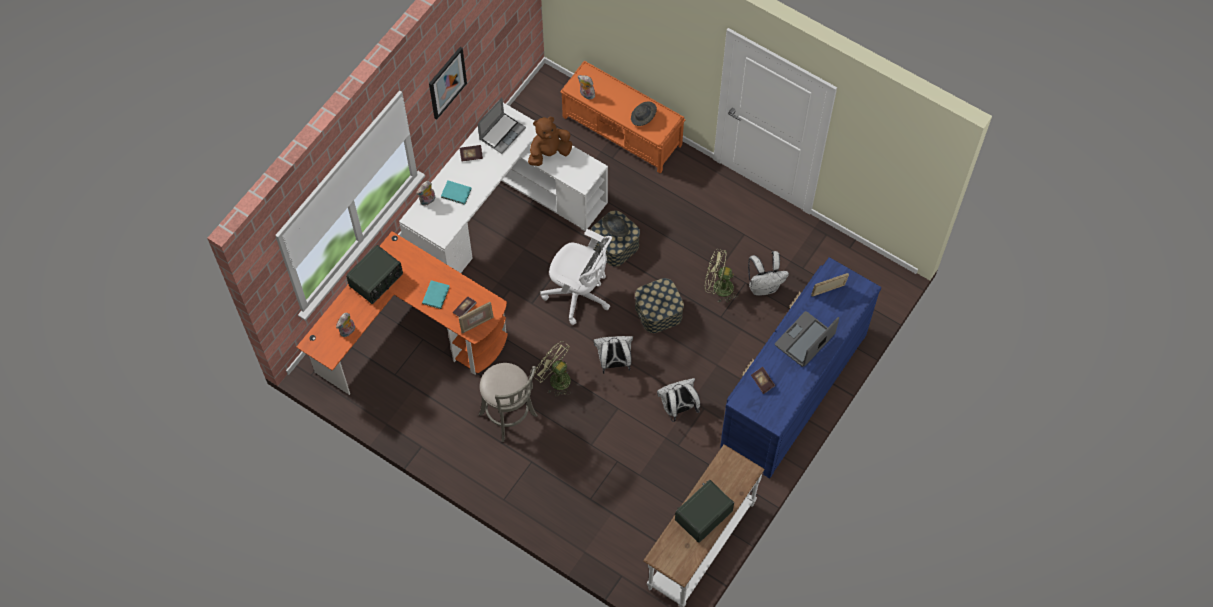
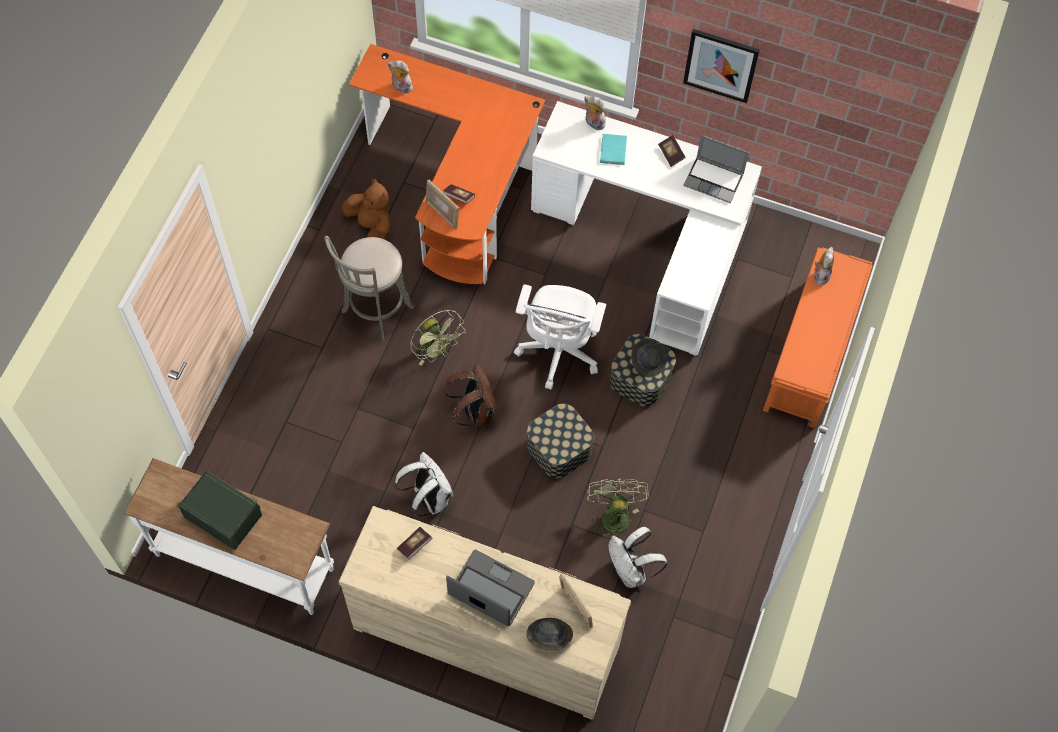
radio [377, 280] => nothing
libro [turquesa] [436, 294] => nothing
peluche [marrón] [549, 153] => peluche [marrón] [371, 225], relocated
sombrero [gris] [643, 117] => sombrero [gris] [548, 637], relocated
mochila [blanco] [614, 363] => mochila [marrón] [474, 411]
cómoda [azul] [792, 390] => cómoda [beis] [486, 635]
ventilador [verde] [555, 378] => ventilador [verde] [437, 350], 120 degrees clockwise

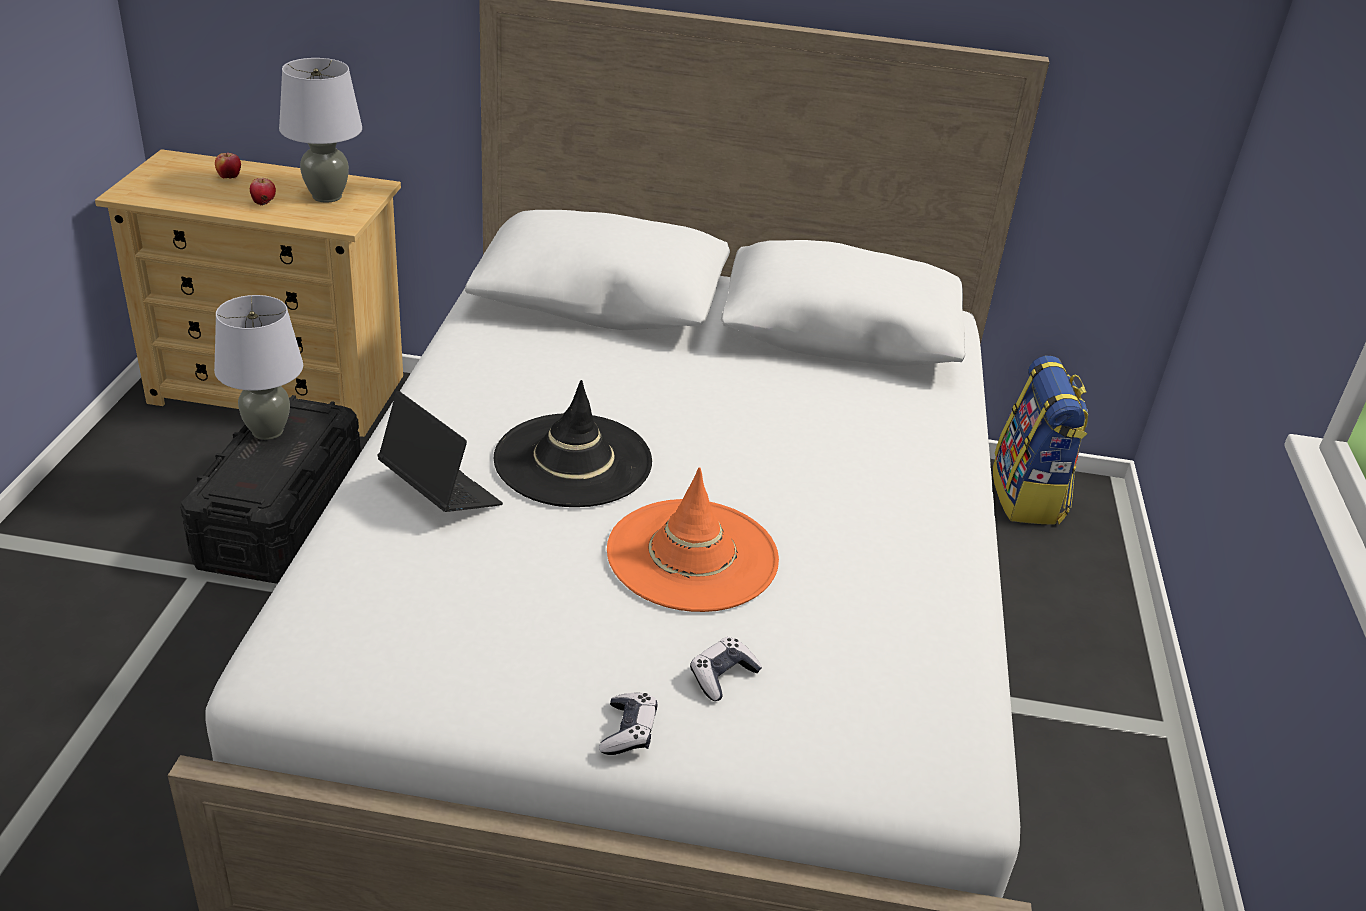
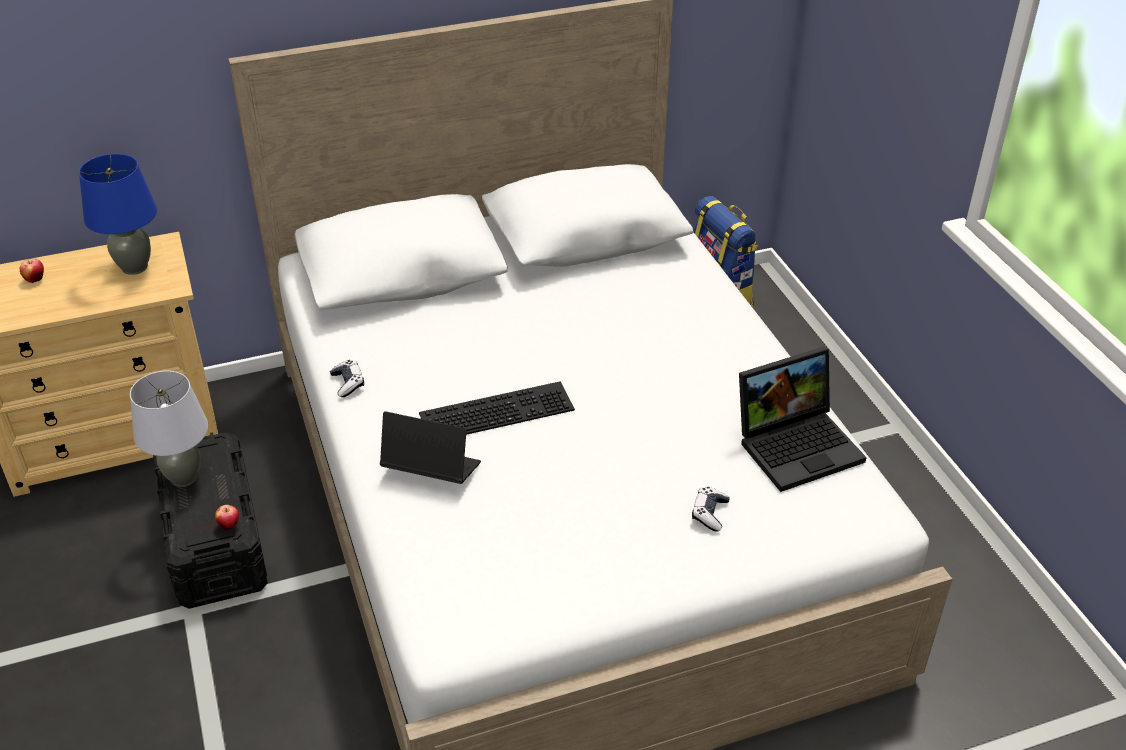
sombrero [naranja] [692, 555] => nothing
nothing => portátil [798, 444]
manzana [264, 203] => manzana [229, 525], relocated
mando de consola [628, 732] => mando de consola [348, 383], relocated
sombrero [negro] [573, 461] => teclado [497, 409]
lámpara de mesa [gris] [327, 197] => lámpara de mesa [azul] [135, 267]

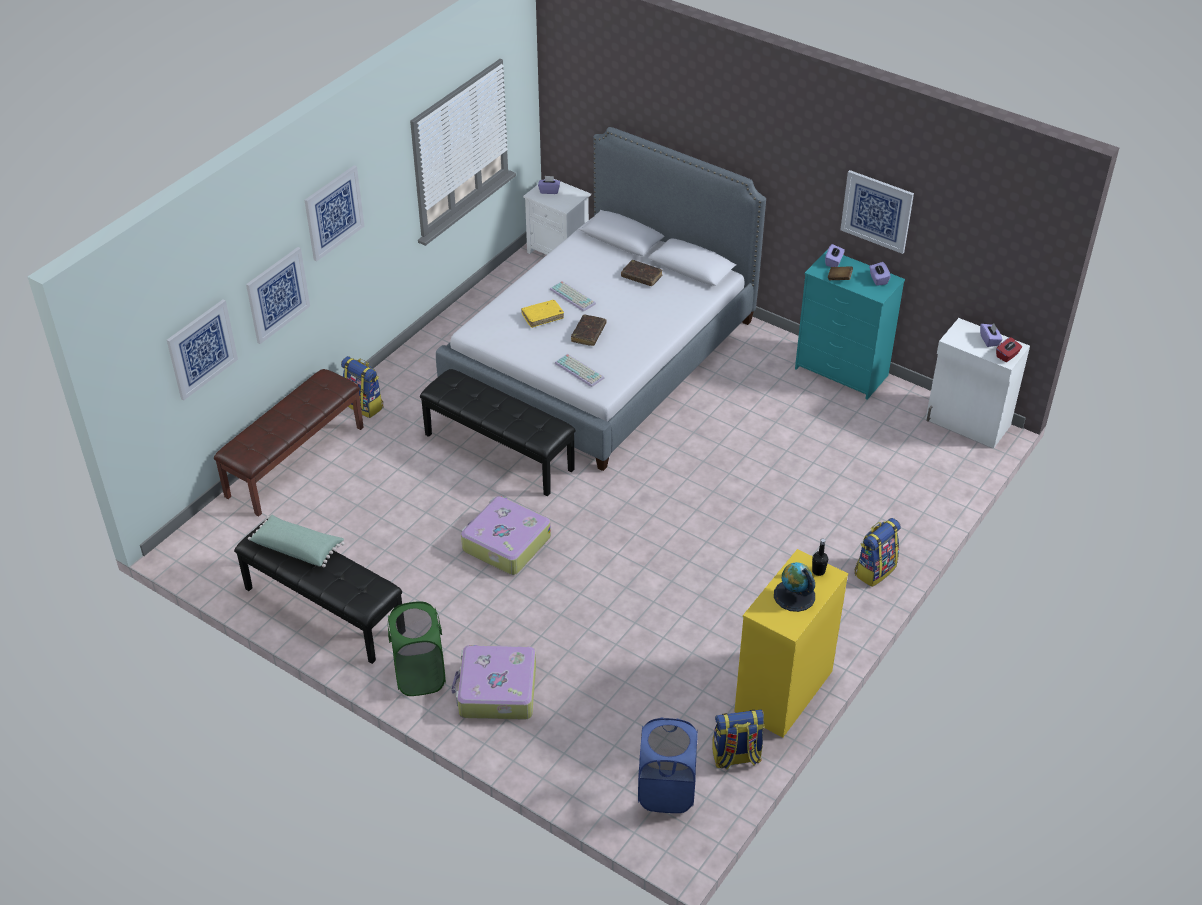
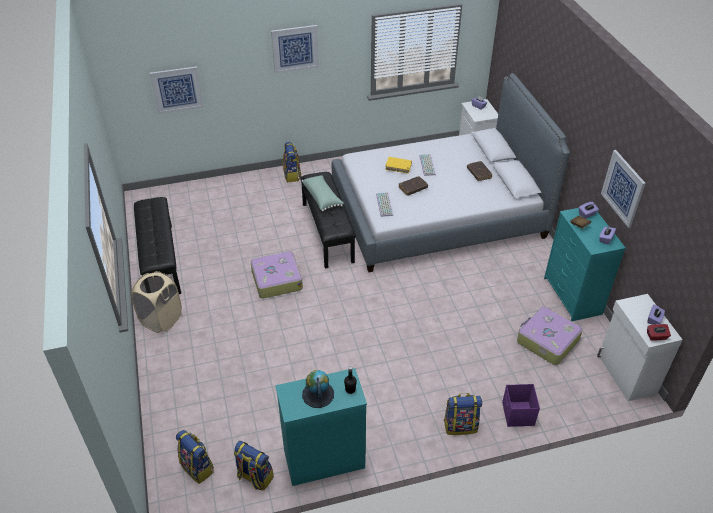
banco [marrón] [295, 461] => nothing
cuadro [277, 294] => nothing
nothing => caja de almacenaje [morado] [518, 414]
cojín [verde] [298, 547] => cojín [verde] [322, 197], relocated
maleta [496, 691] => maleta [546, 341], relocated
cesto de la ropa [azul] [666, 791] => mochila [197, 468]
cesto de la ropa [verde] [420, 675] => cesto de la ropa [beis] [161, 319]
cómoda [amarillo] [783, 692] => cómoda [turquesa] [323, 459]

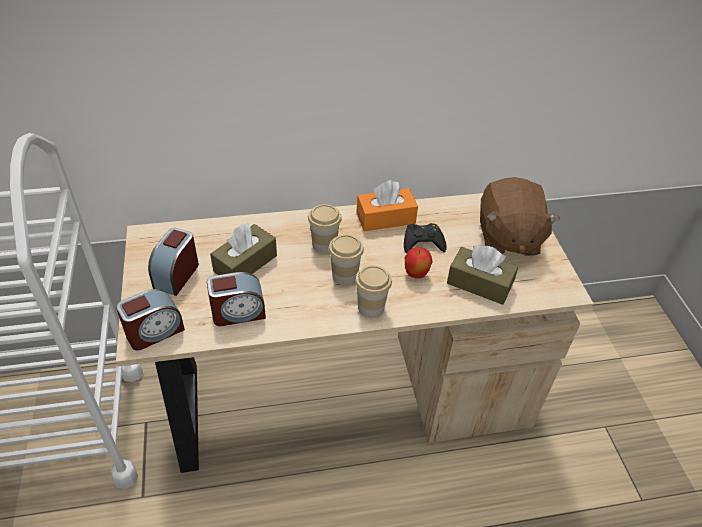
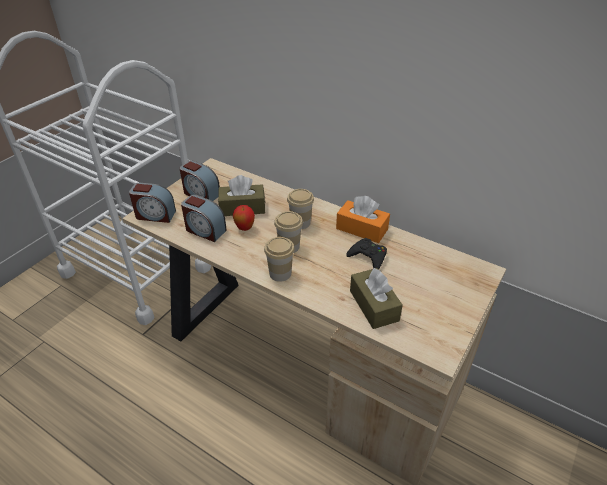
peluche [marrón] [507, 238] => nothing
manzana [416, 274] => manzana [244, 228], relocated
despertador [177, 275] => despertador [201, 194], 120 degrees counterclockwise

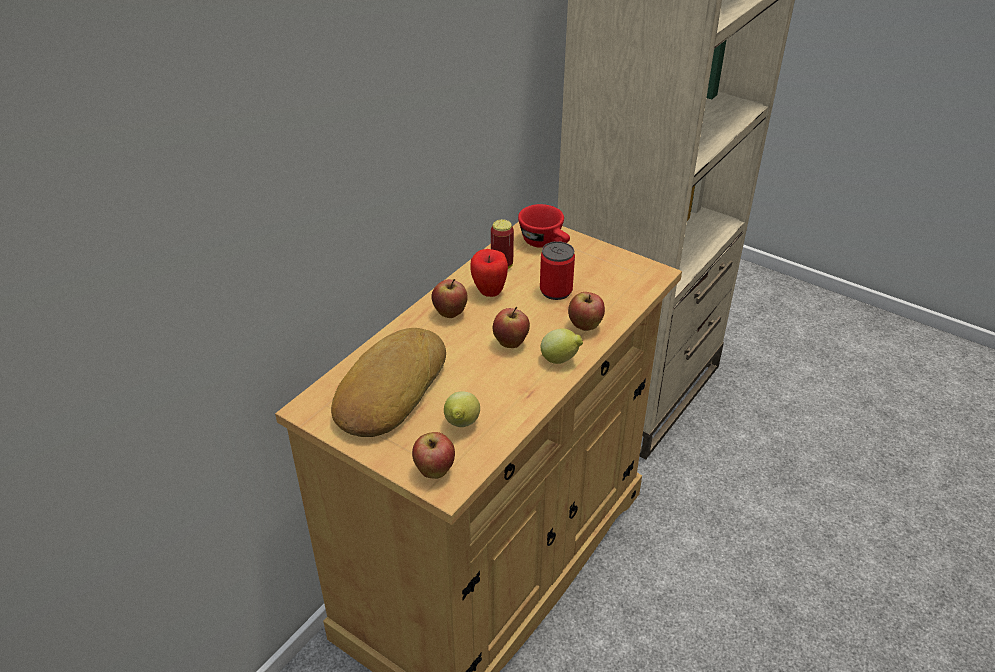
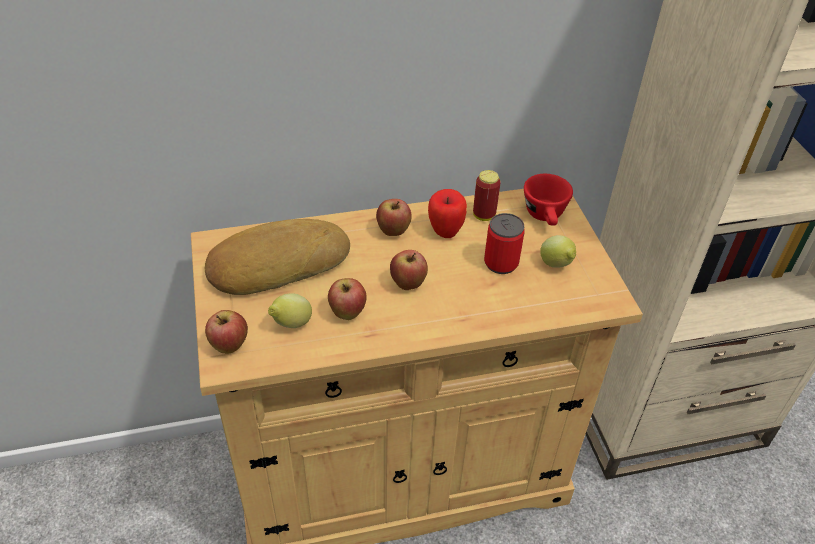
limón [560, 360] => limón [556, 265], relocated
manzana [585, 326] => manzana [347, 313], relocated

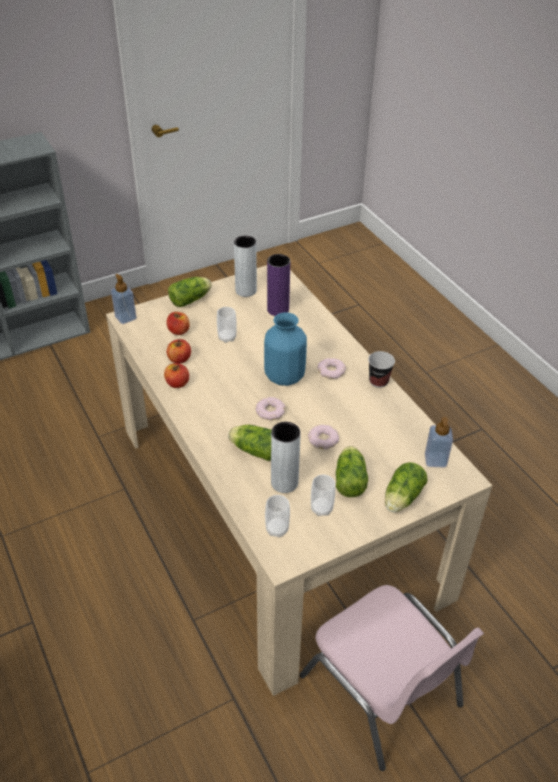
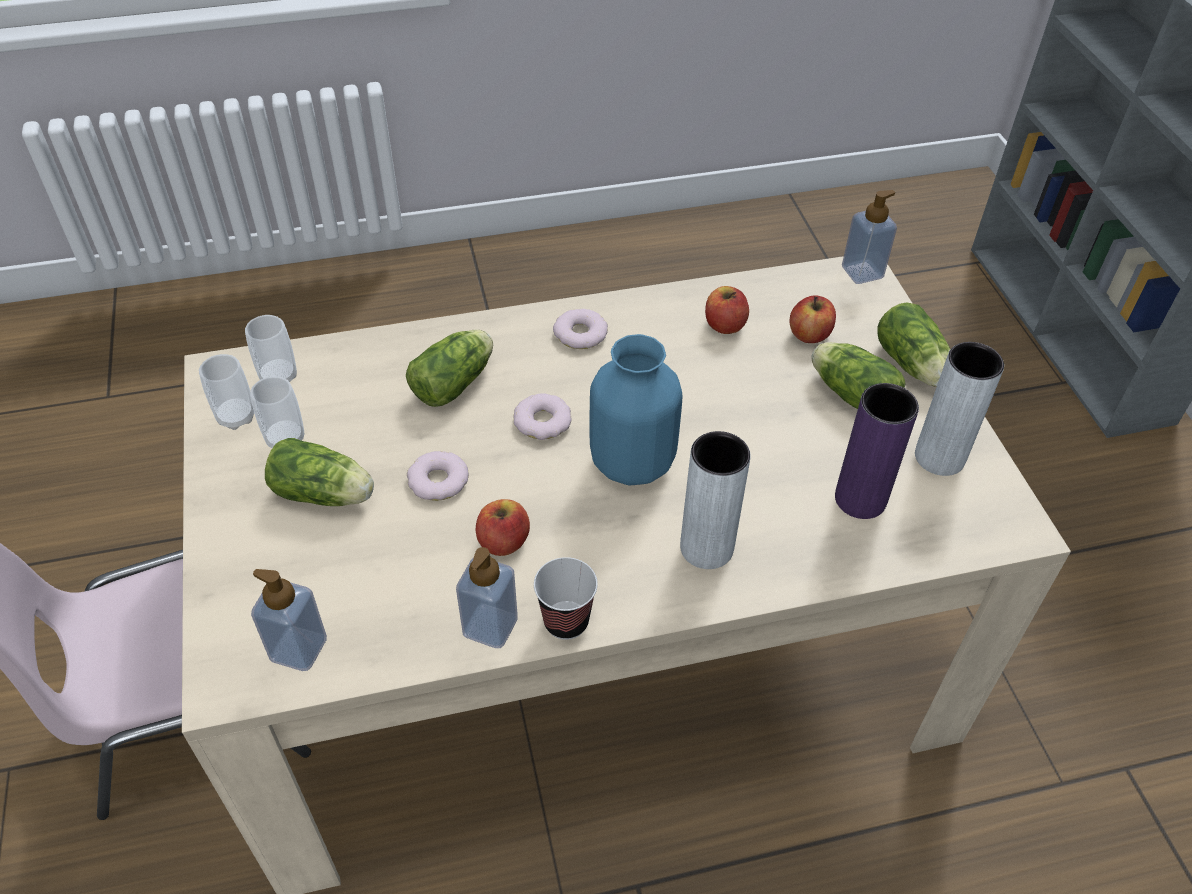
nothing => dispensador de jabón [490, 626]
manzana [177, 383] => manzana [503, 541], relocated
taza [227, 337] => taza [236, 417], relocated
florero [gris] [284, 482] => florero [gris] [706, 548], relocated
rosquilla [331, 371] => rosquilla [580, 334], relocated
lechuga [401, 498] => lechuga [850, 394], relocated

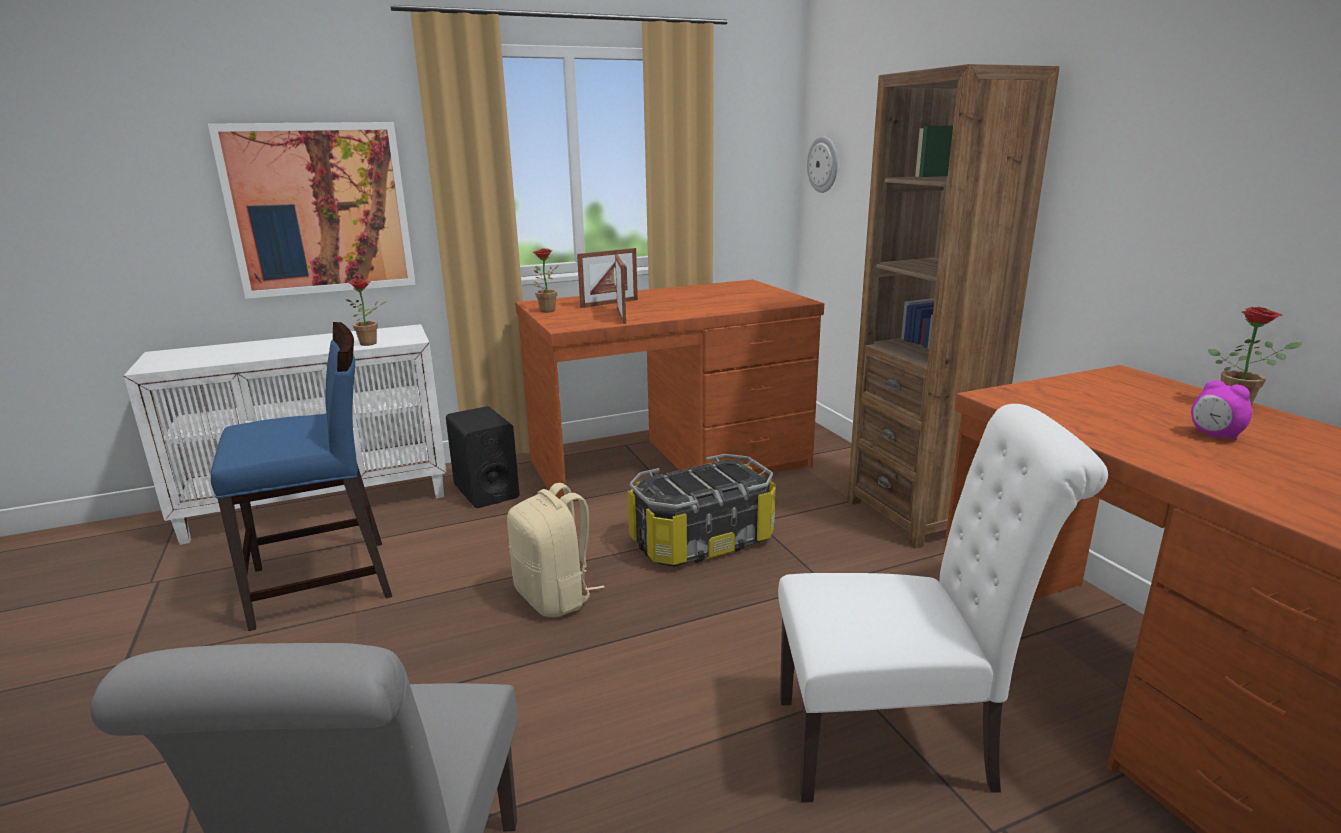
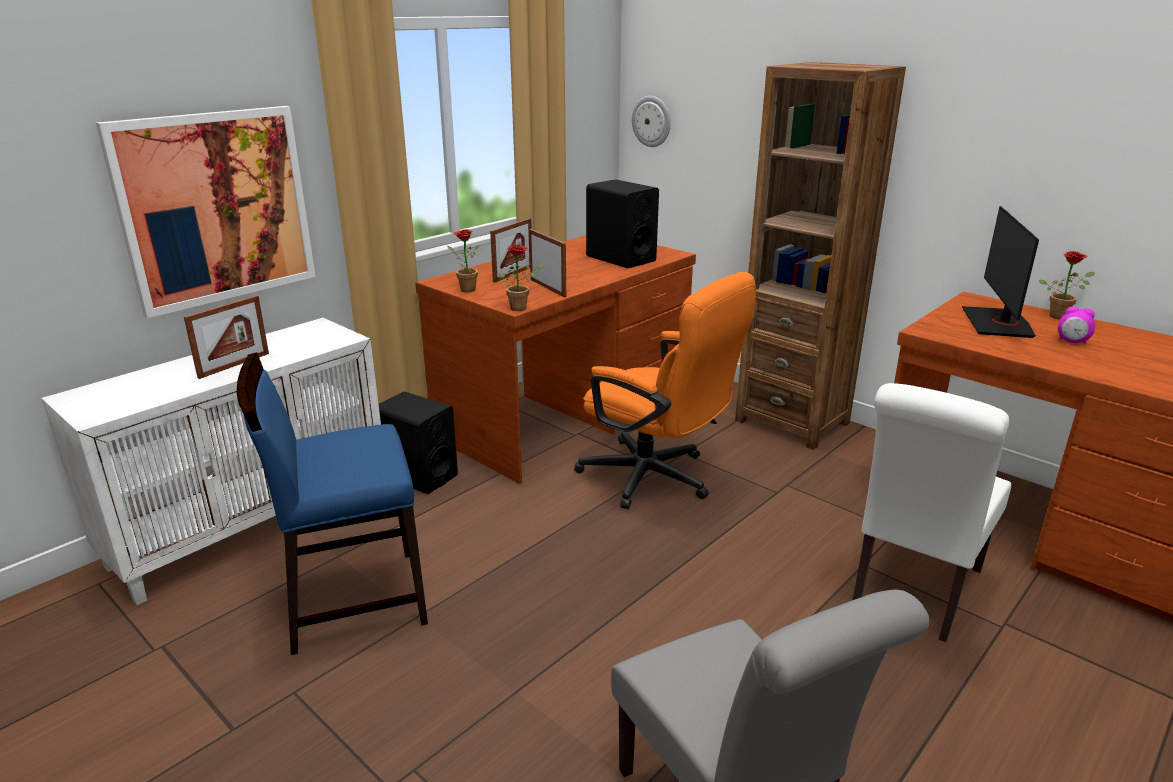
mochila [beis] [555, 597] => nothing
nothing => portarretratos [234, 365]
nothing => altavoz [negro] [620, 258]
nothing => monitor [998, 323]
planta en maceta [372, 343] => planta en maceta [521, 307], relocated
caja de almacenaje [702, 541] => silla de oficina [naranja] [656, 479]
silla [azul] [323, 582] => silla [azul] [353, 599], 150 degrees counterclockwise
silla [blanco] [897, 744] => silla [blanco] [912, 591], 150 degrees clockwise

